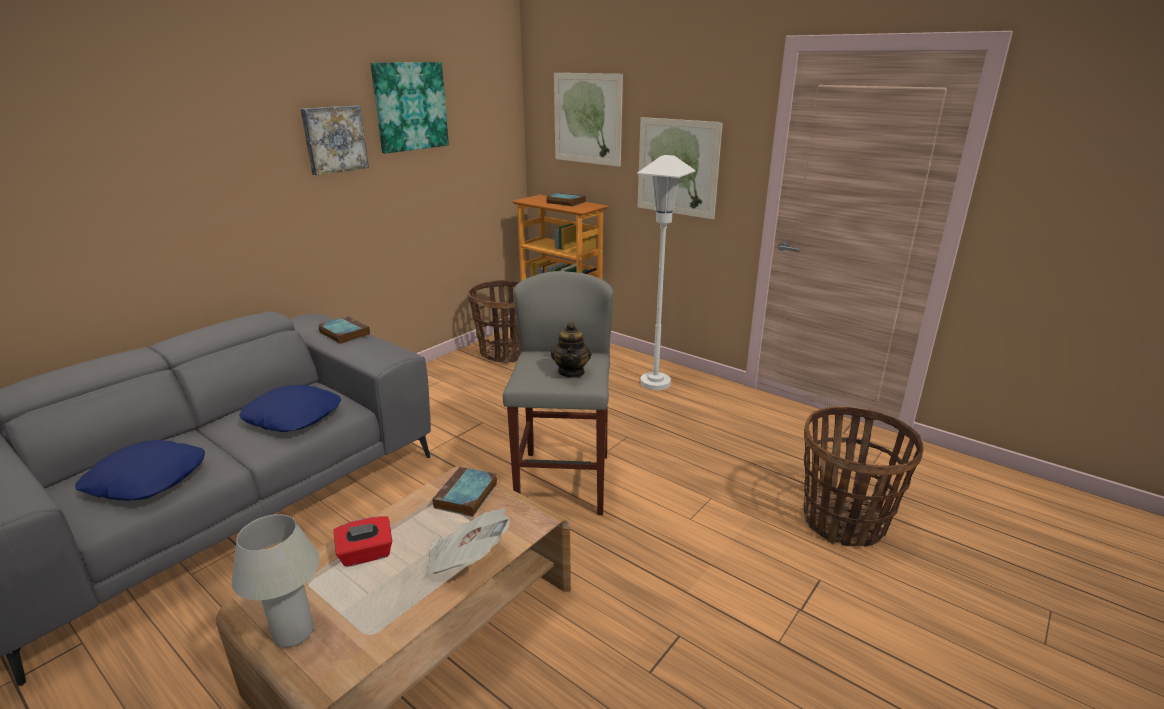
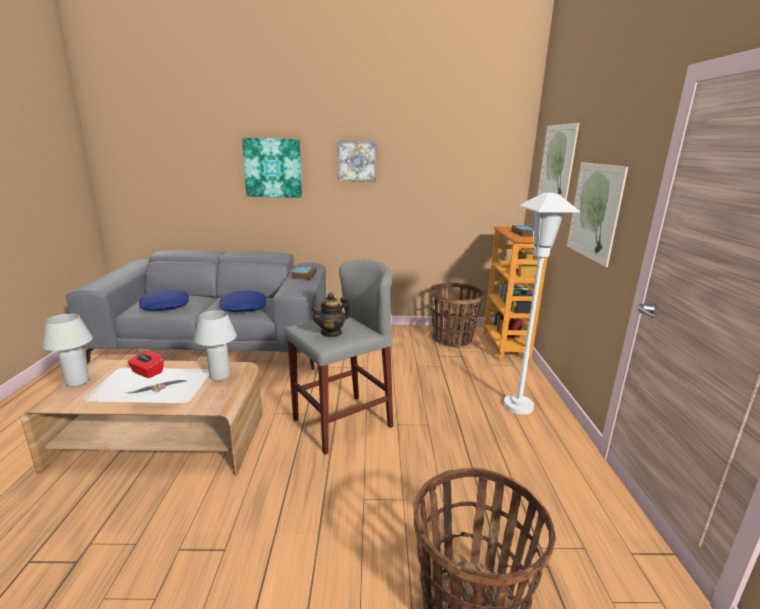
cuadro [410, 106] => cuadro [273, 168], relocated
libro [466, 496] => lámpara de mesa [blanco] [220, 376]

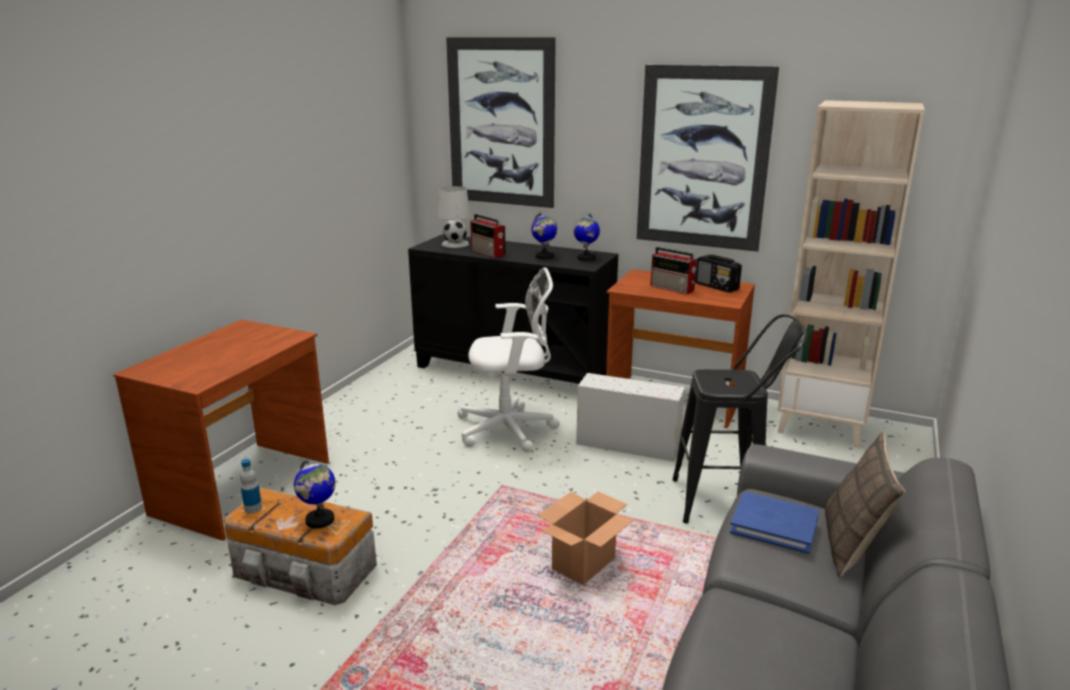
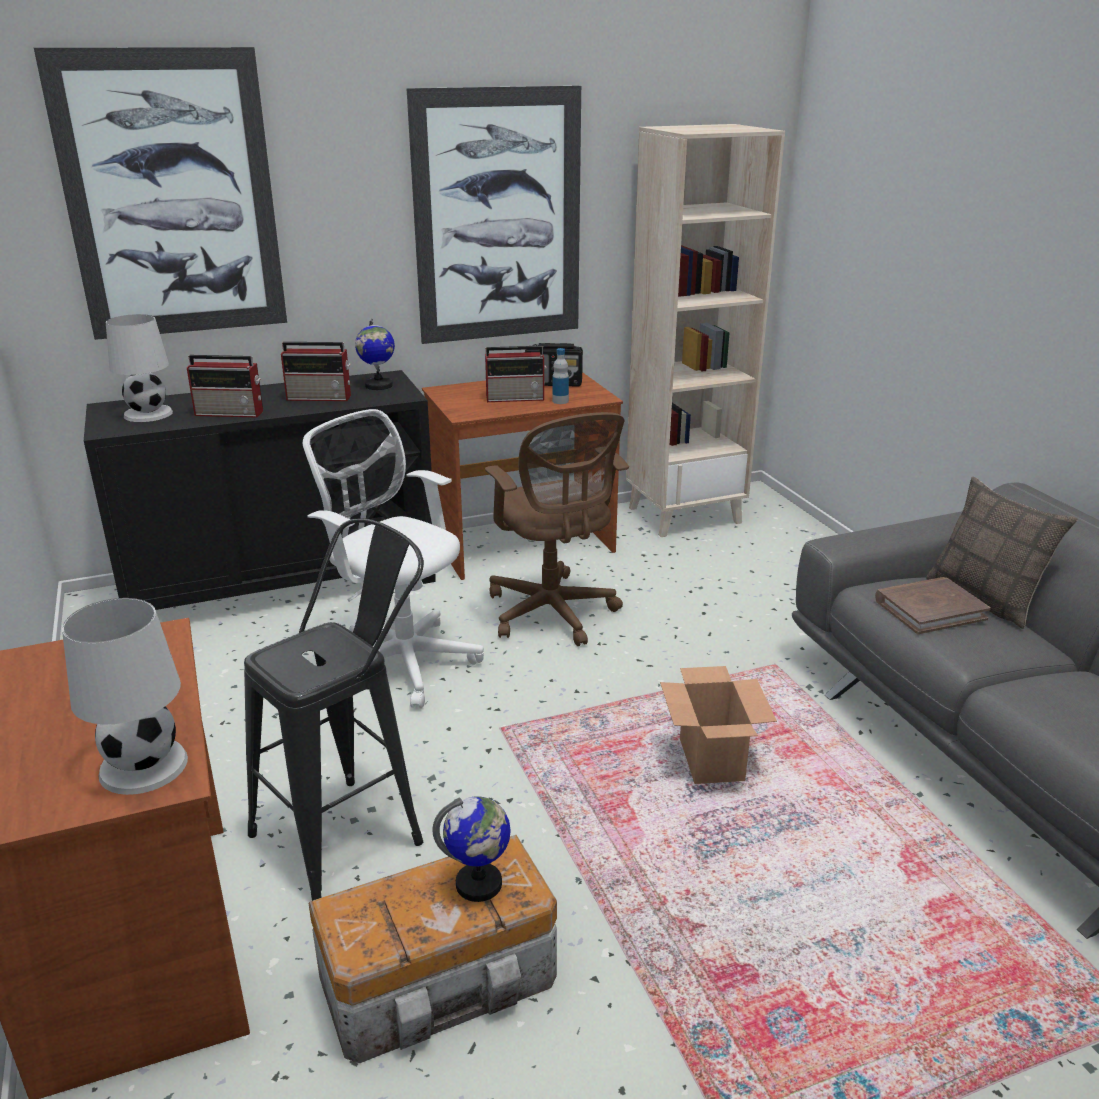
nothing => lámpara de mesa [blanco] [142, 766]
botella [253, 508] => botella [560, 401], relocated
taburete [negro] [727, 502] => taburete [negro] [352, 831], relocated
globo terráqueo [544, 256] => radio [320, 397]
caja de almacenaje [blanco] [626, 445] => silla de oficina [marrón] [553, 614]
libro [azul] [774, 525] => libro [marrón] [929, 609]
silla de oficina [blanco] [510, 429] => silla de oficina [blanco] [401, 658], 90 degrees counterclockwise

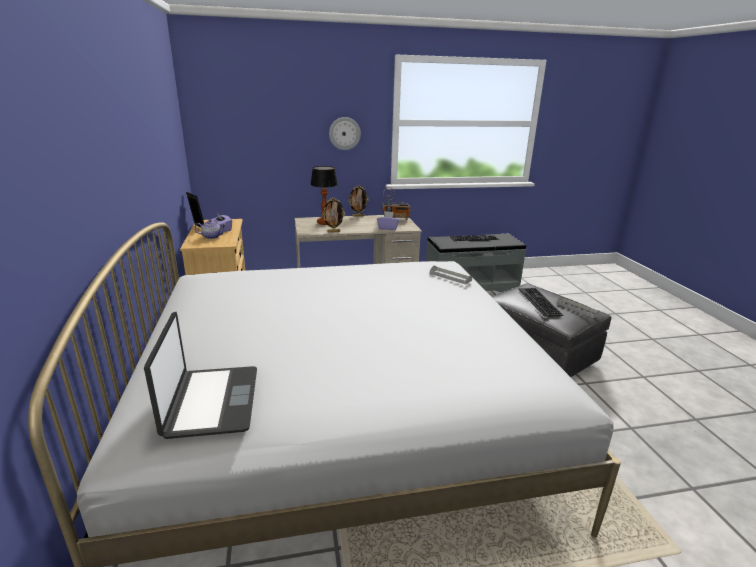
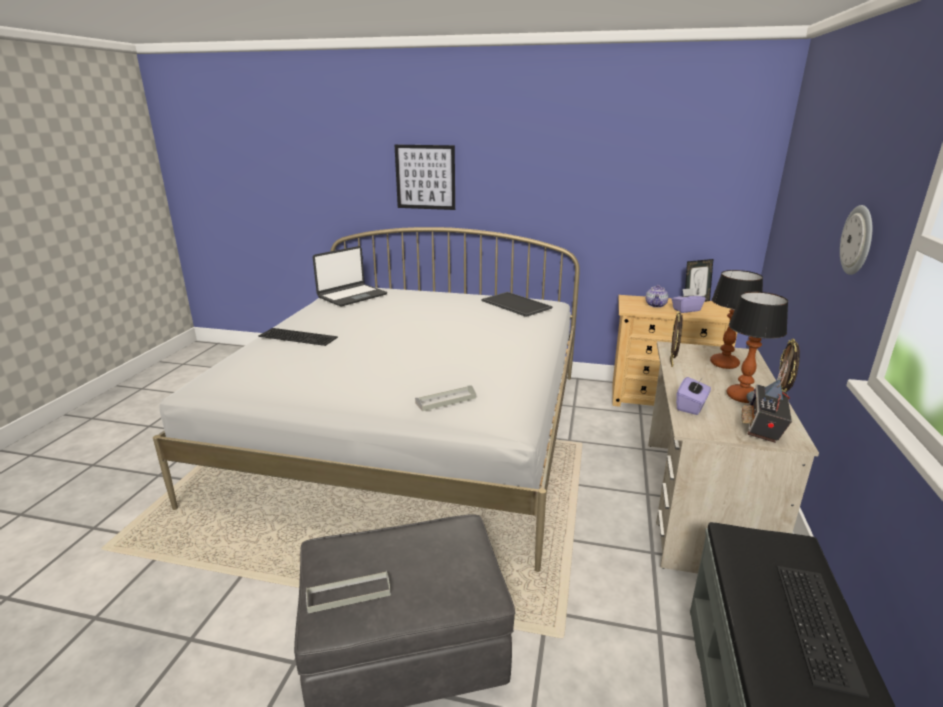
nothing => cuadro [425, 177]
nothing => bandeja [515, 304]
nothing => lámpara de mesa [741, 396]
teclado [538, 301] => teclado [299, 336], relocated
portátil [211, 402] => portátil [352, 296], 60 degrees counterclockwise

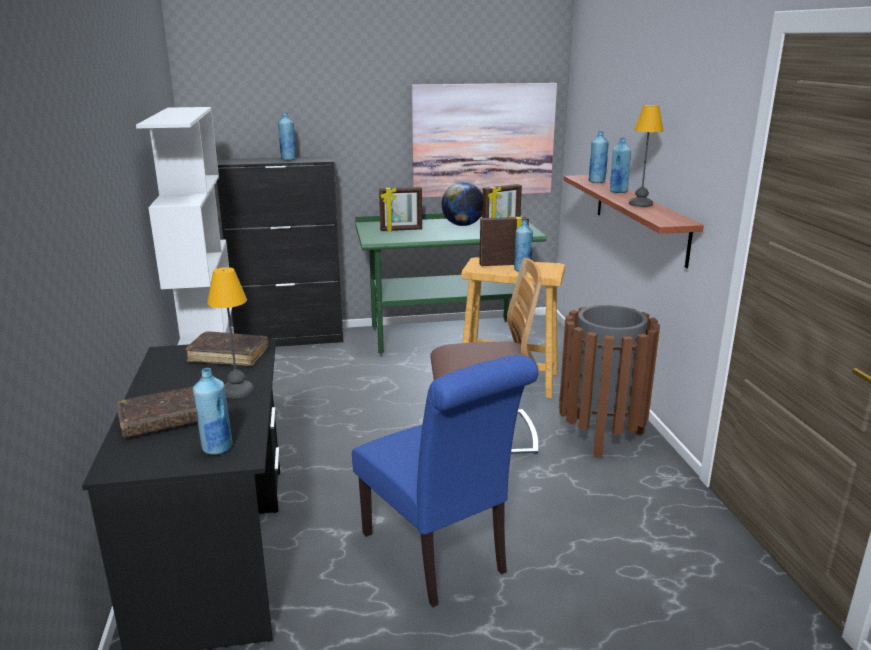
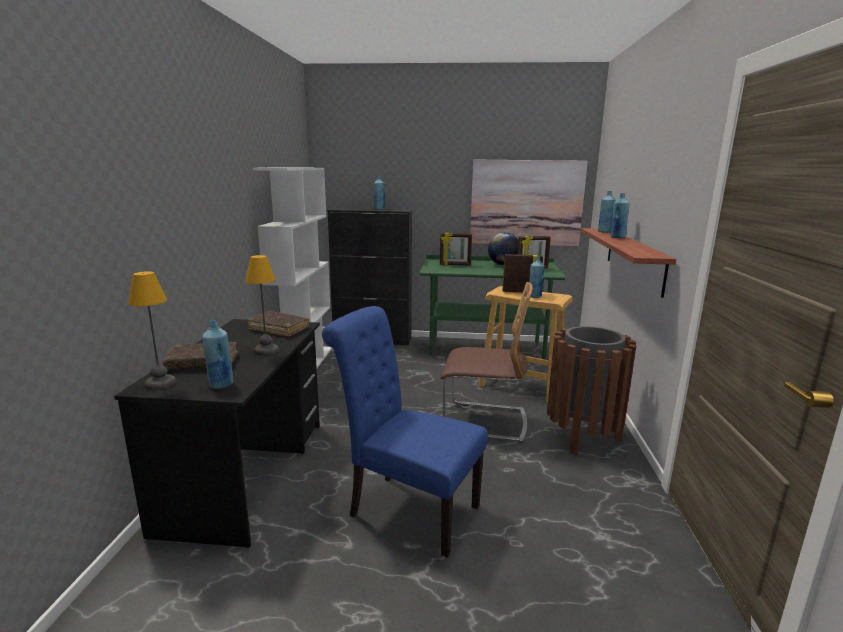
lámpara de mesa [641, 204] => lámpara de mesa [161, 383], relocated
silla [azul] [439, 557] => silla [azul] [407, 509], 135 degrees clockwise

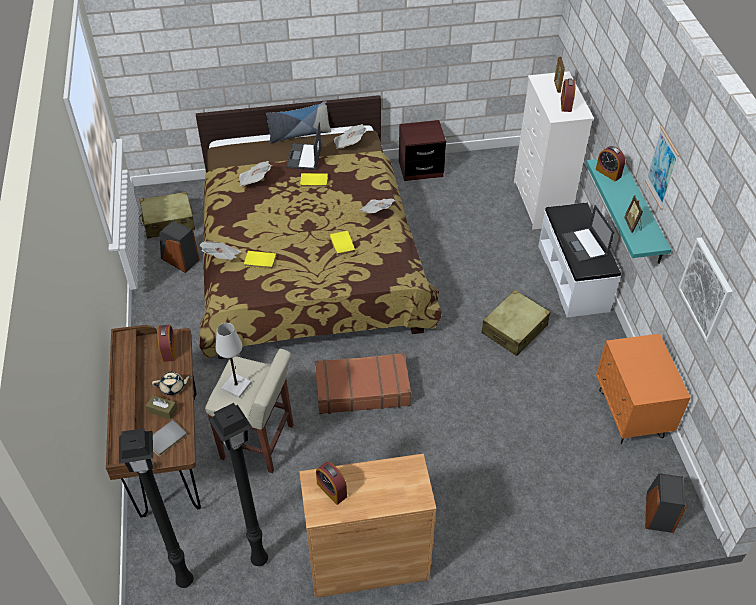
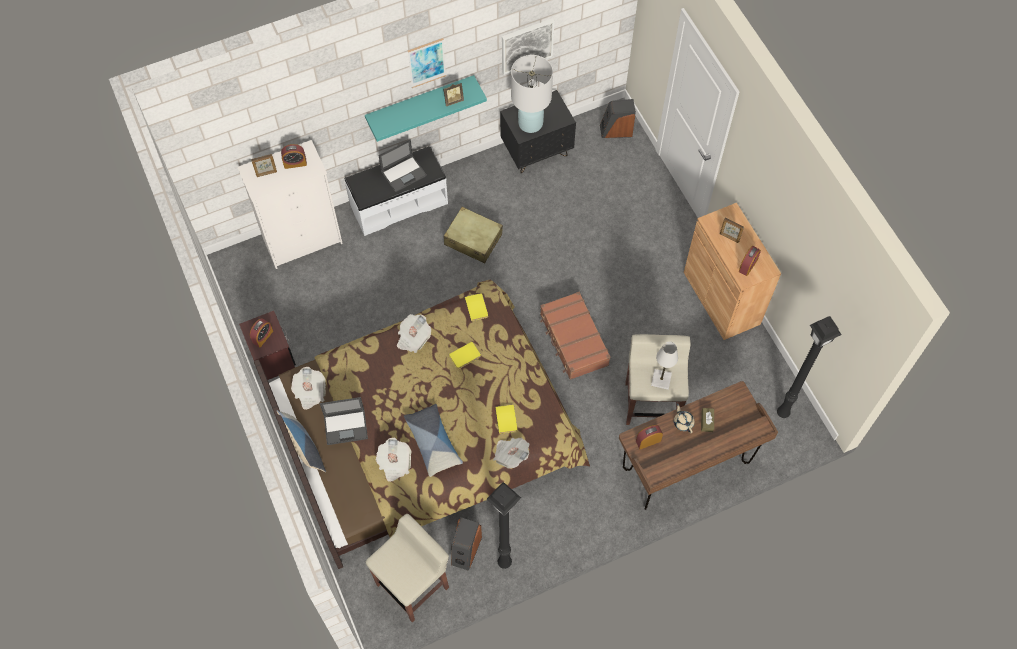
libro [gris] [167, 440] => nothing
nothing => cojín [433, 442]
nothing => lámpara de mesa [blanco] [530, 123]
nothing => portarretratos [729, 237]
lámpara de pie [negro] [258, 559] => lámpara de pie [negro] [504, 563], relocated
libro [amarillo] [314, 182] => libro [amarillo] [477, 307], relocated
despertador [608, 173] => despertador [263, 337], relocated
maleta [beis] [168, 222] => taburete [beis] [413, 585]
mesita de noche [naranja] [630, 415] => mesita de noche [negro] [537, 152]

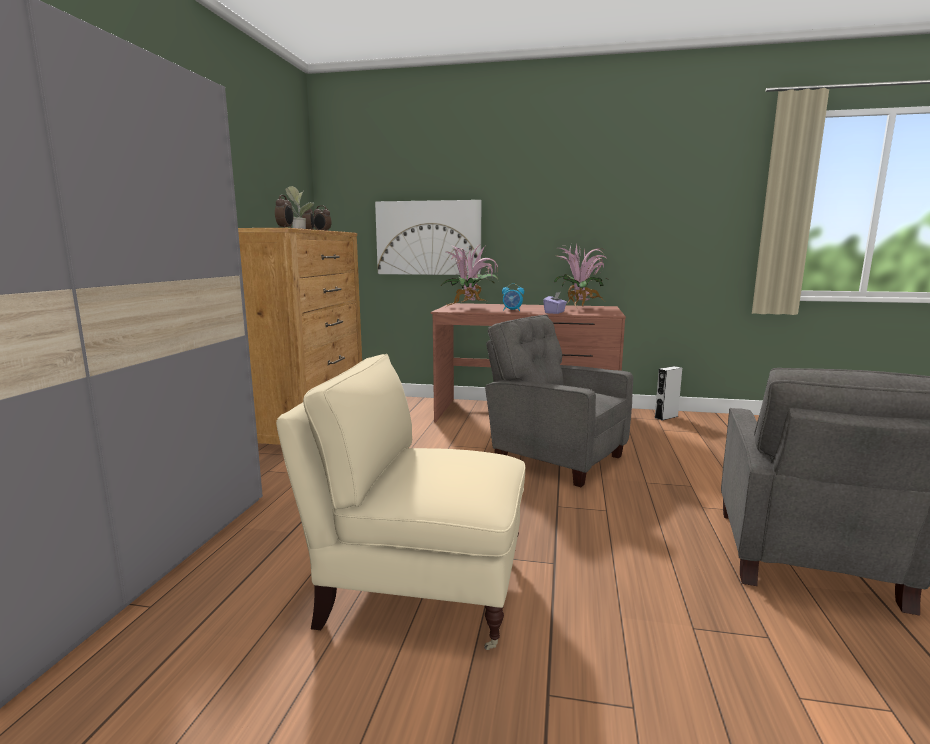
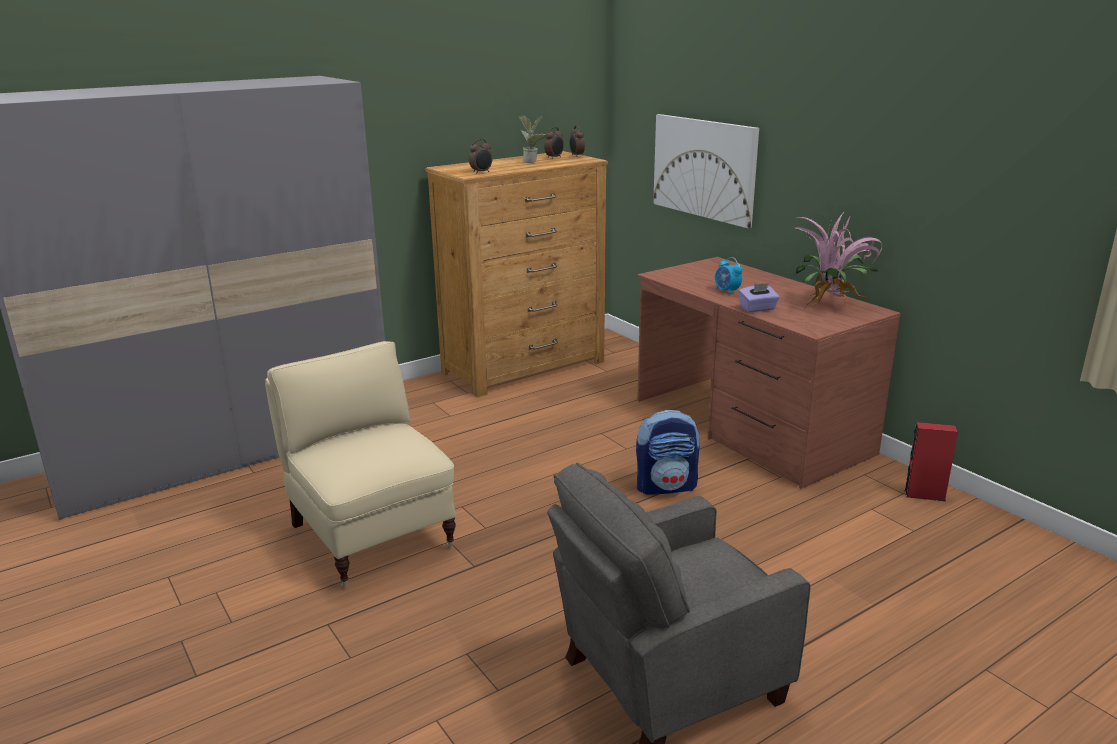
planta en maceta [470, 307] => nothing
sillón [gris] [554, 458] => mochila [666, 486]
altavoz [gris] [666, 417] => altavoz [rojo] [924, 495]

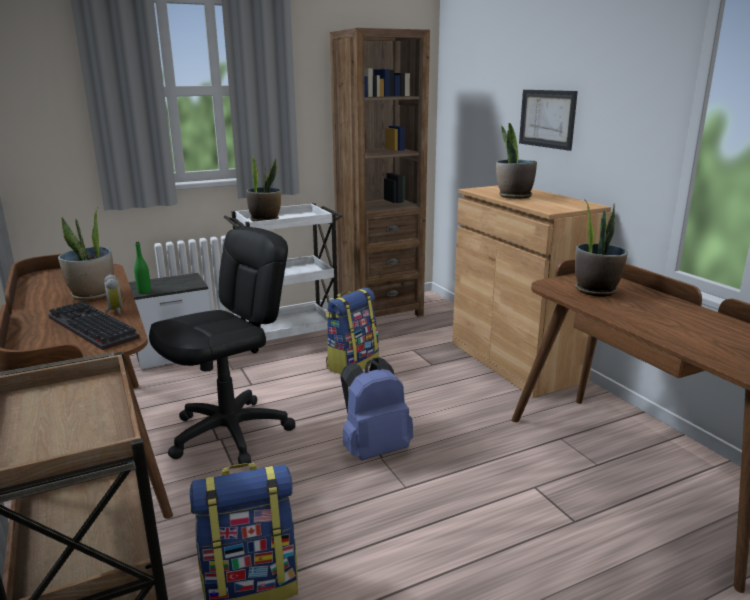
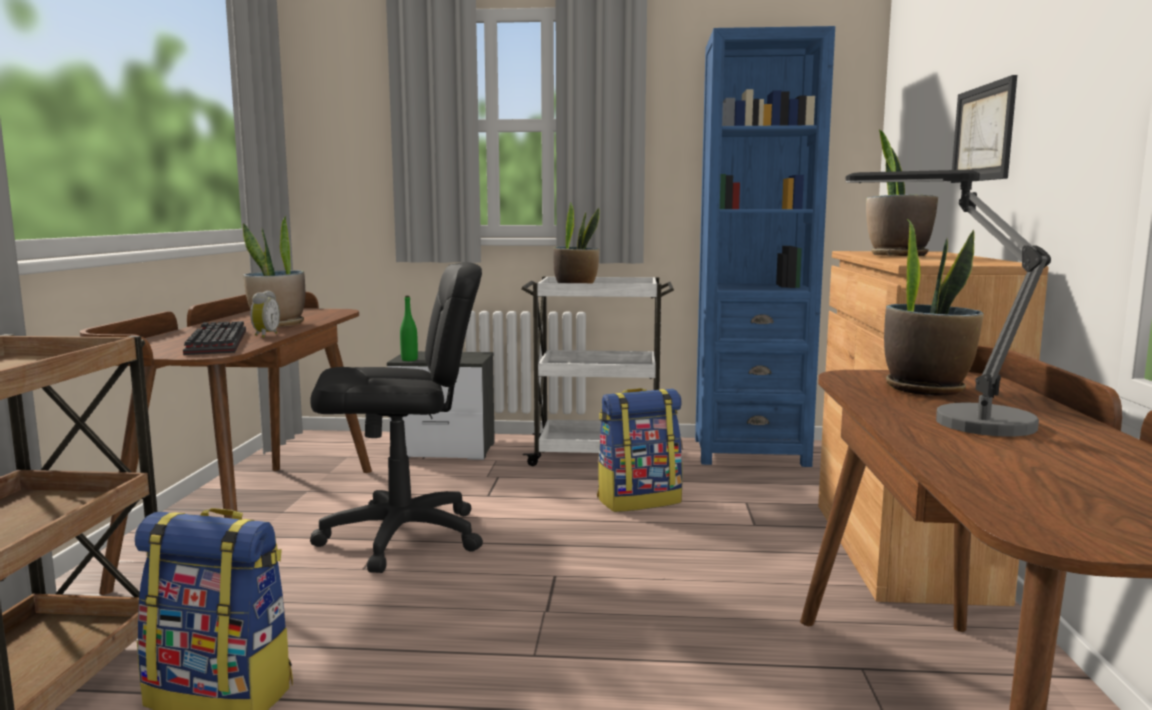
mochila [azul] [374, 449] => nothing
nothing => lámpara de mesa [955, 418]
estantería [marrón] [379, 311] => estantería [azul] [750, 452]

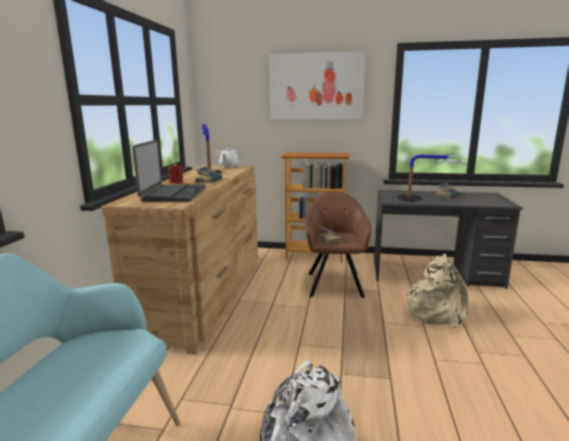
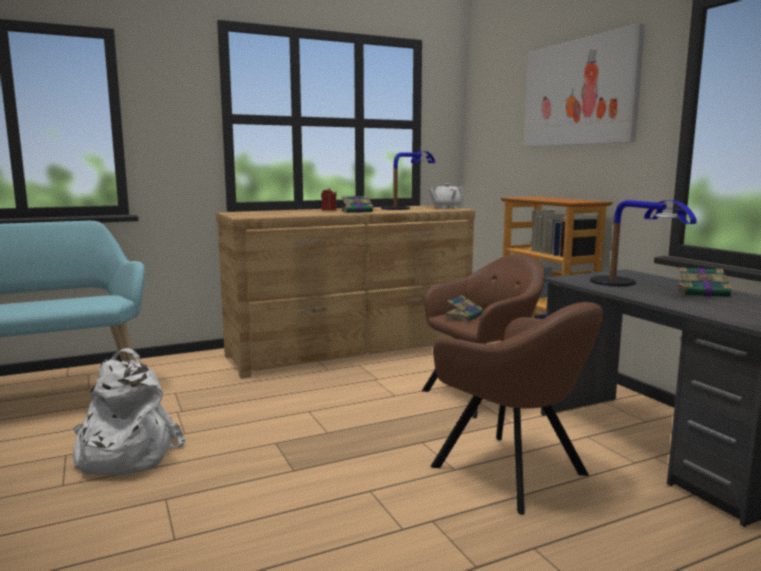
portátil [173, 194] => nothing
mochila [beis] [437, 312] => sillón [marrón] [514, 473]

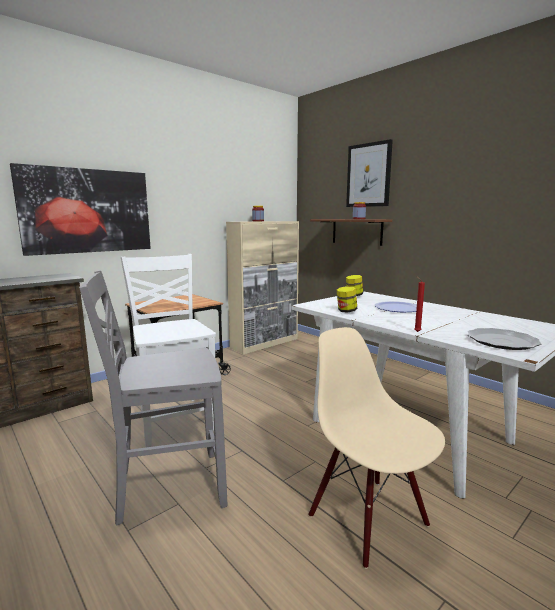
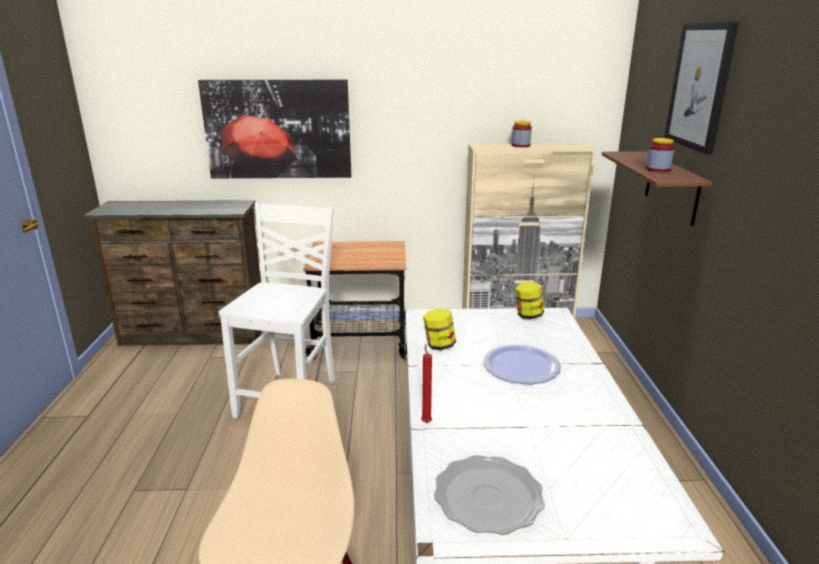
silla [gris] [168, 487] => nothing

